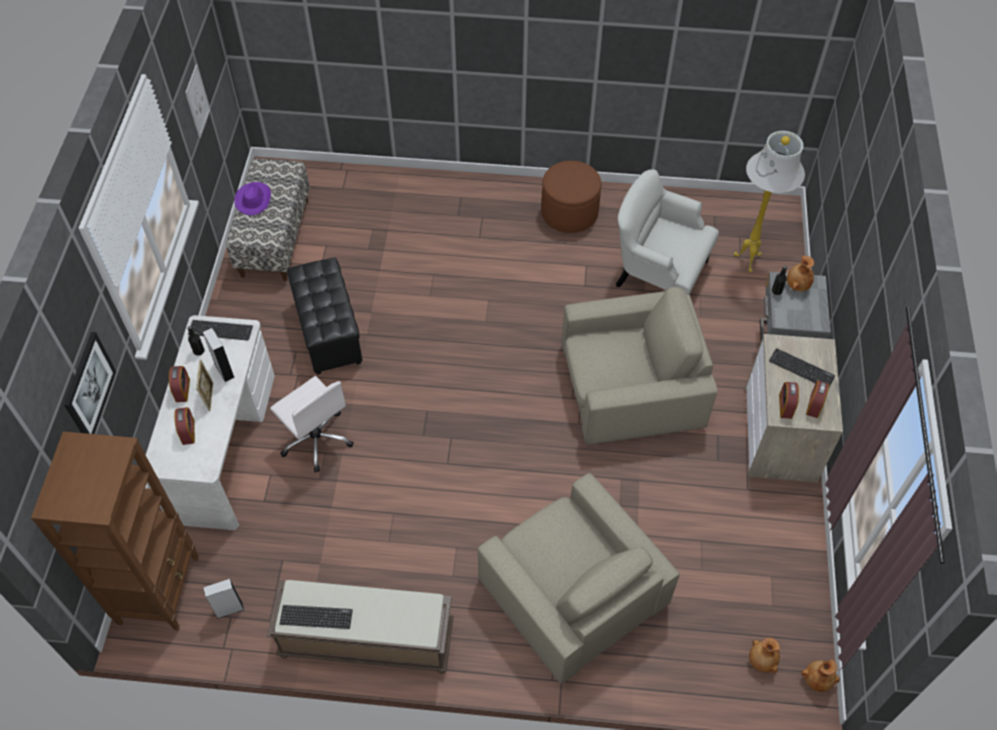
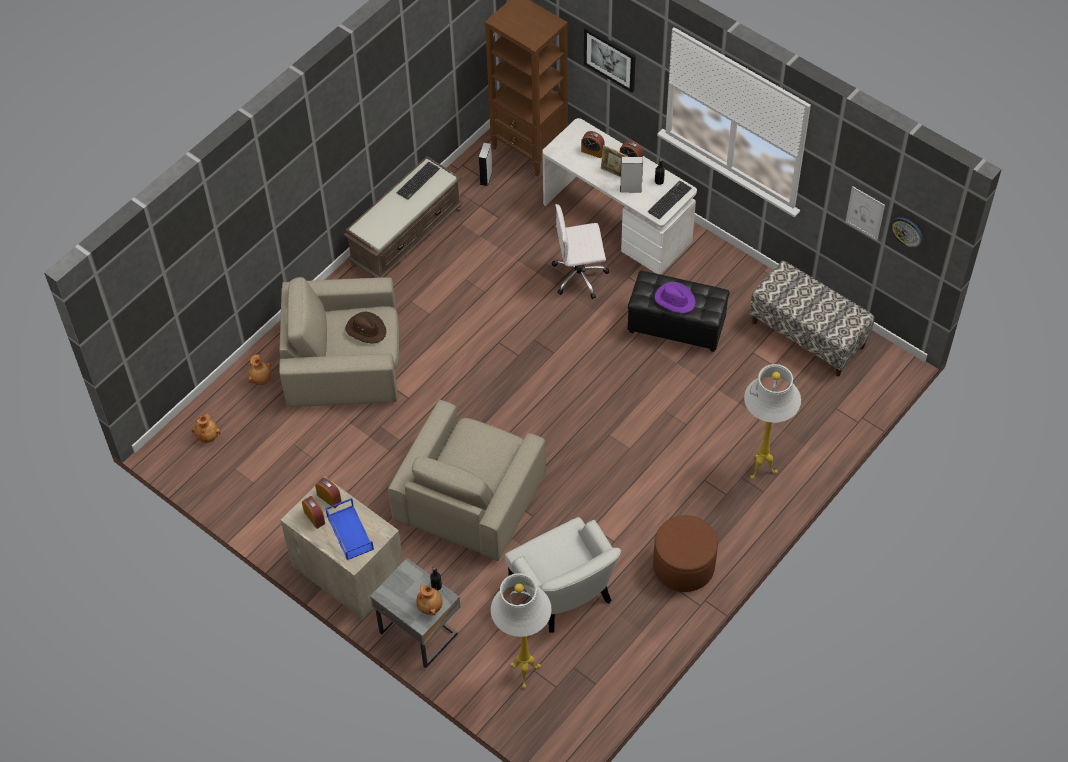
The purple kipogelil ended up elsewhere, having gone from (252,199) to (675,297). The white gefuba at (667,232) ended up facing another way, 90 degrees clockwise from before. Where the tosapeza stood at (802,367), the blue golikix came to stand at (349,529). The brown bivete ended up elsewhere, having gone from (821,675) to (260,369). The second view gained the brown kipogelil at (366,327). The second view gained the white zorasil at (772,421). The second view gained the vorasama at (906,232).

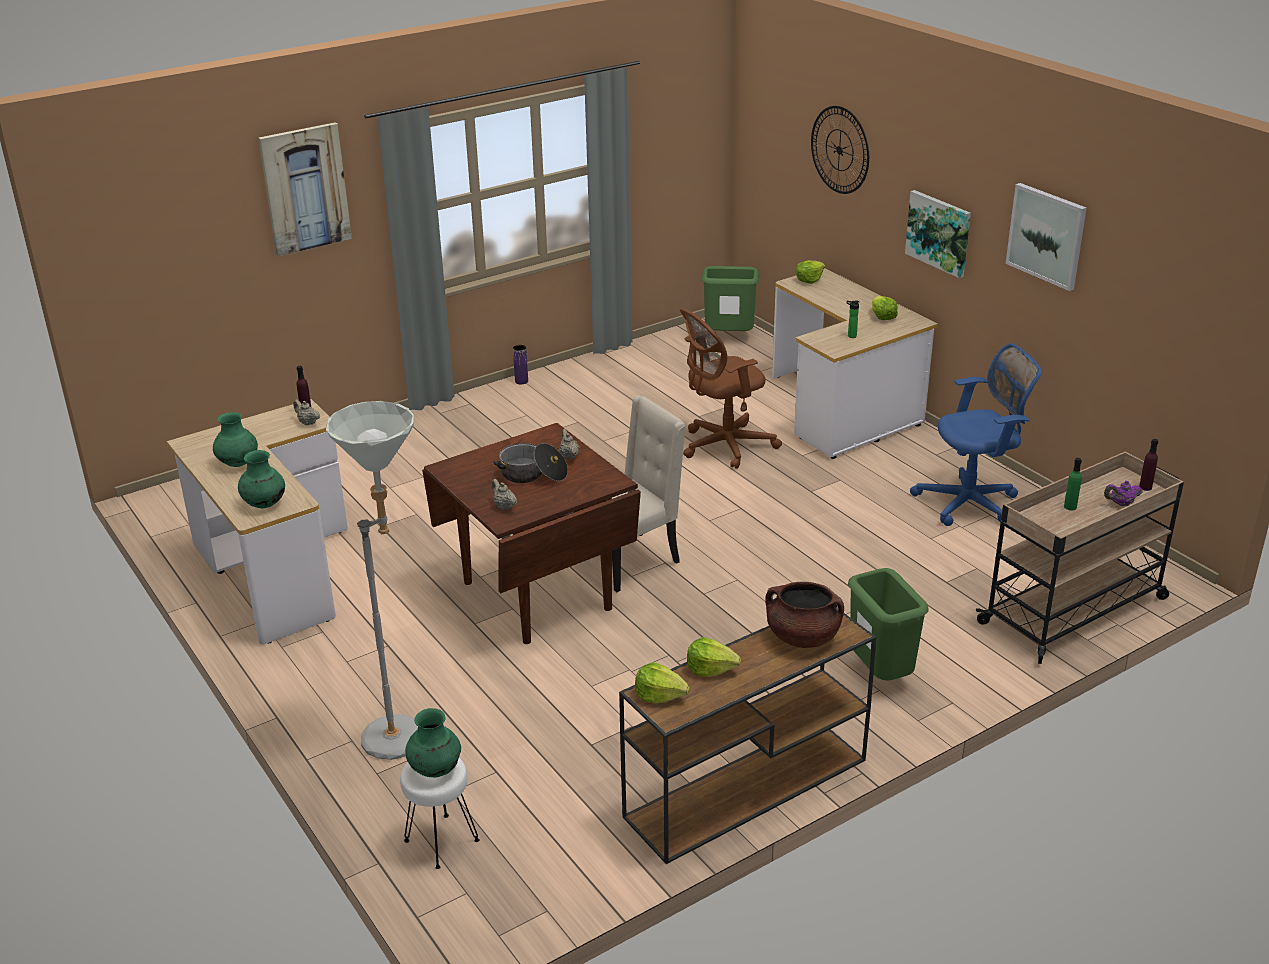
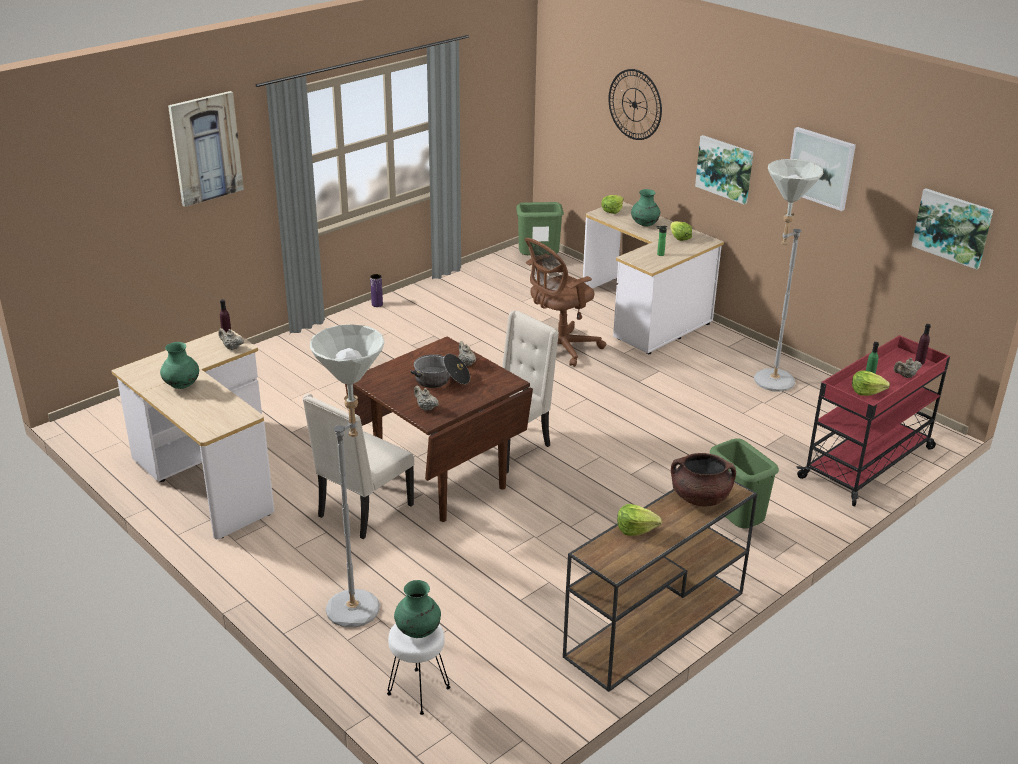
The green bivete ended up elsewhere, having gone from (261,479) to (645,208). The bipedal ended up elsewhere, having gone from (662,682) to (871,383). Where the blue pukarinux stood at (976,434), the grey zorasil came to stand at (789,275). What was the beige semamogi at (1080,558) turned into the red semamogi at (873,420). What was the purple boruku at (1123,493) turned into the beige boruku at (908,368). The second view gained the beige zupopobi at (358,466). The second view gained the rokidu at (952,229).

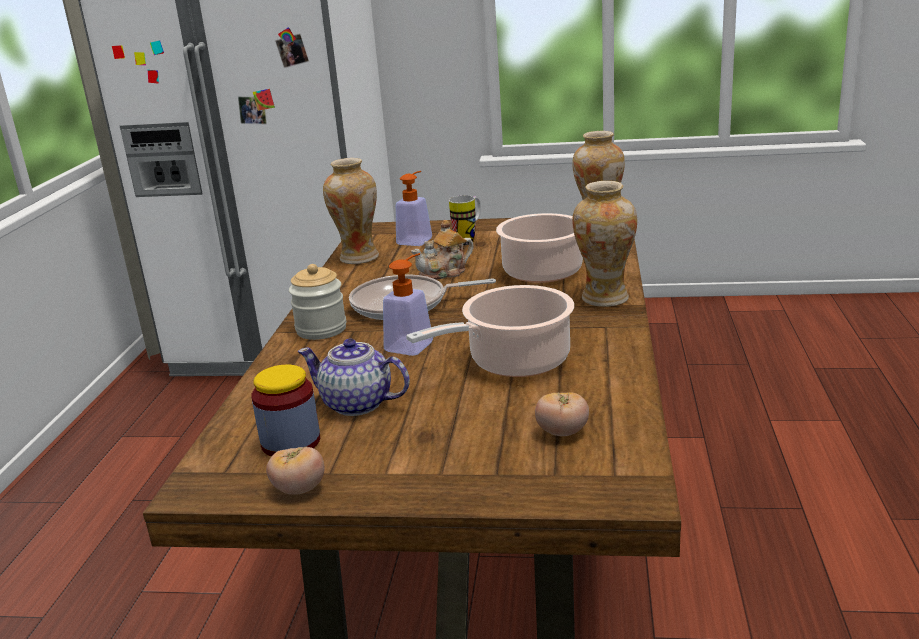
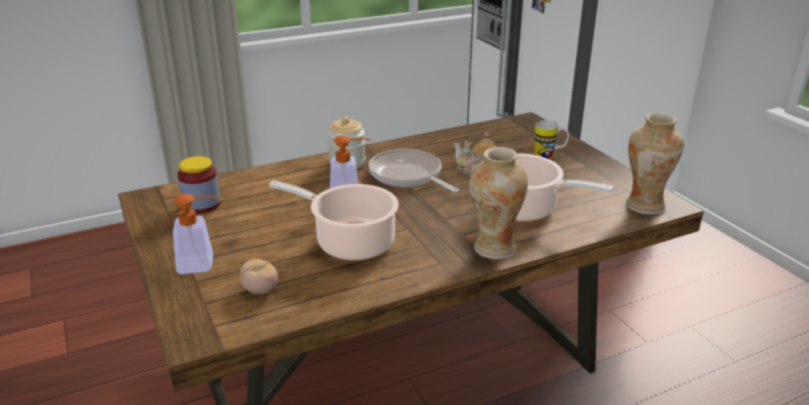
The second view lost the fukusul at (295,471). The second view lost the boruku at (353,377). The second view lost the bivete at (351,211). The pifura ended up elsewhere, having gone from (414,208) to (196,234).

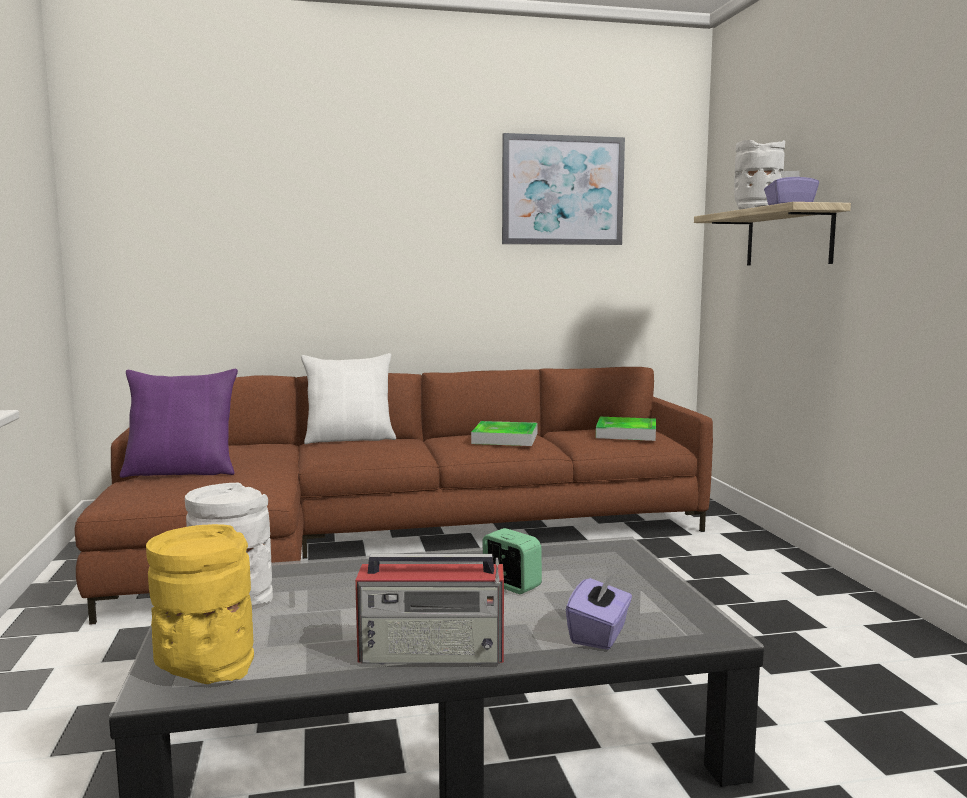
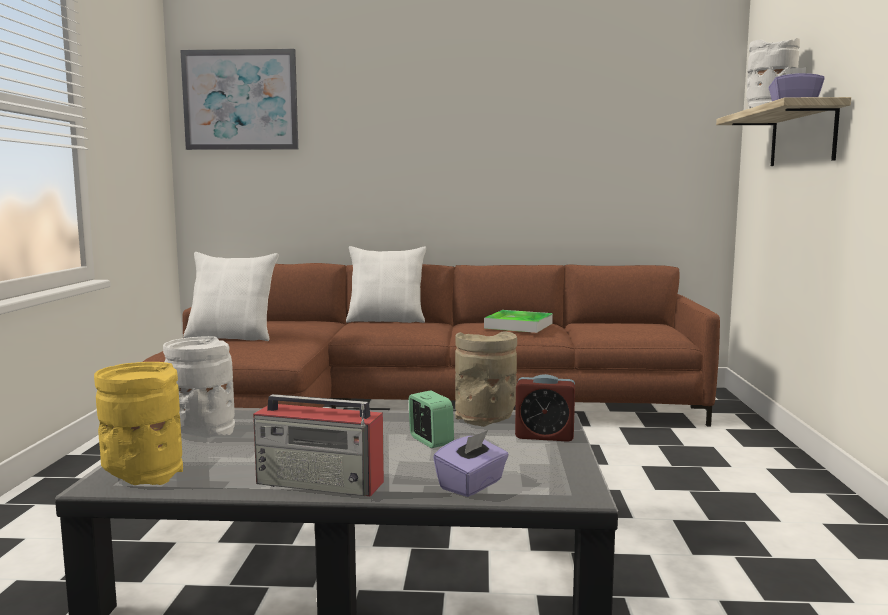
What was the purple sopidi at (179,423) turned into the white sopidi at (231,296). The rokidu ended up elsewhere, having gone from (563,189) to (239,99). The second view lost the golikix at (626,429). The second view gained the beige bivete at (486,379). The second view gained the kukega at (545,408).

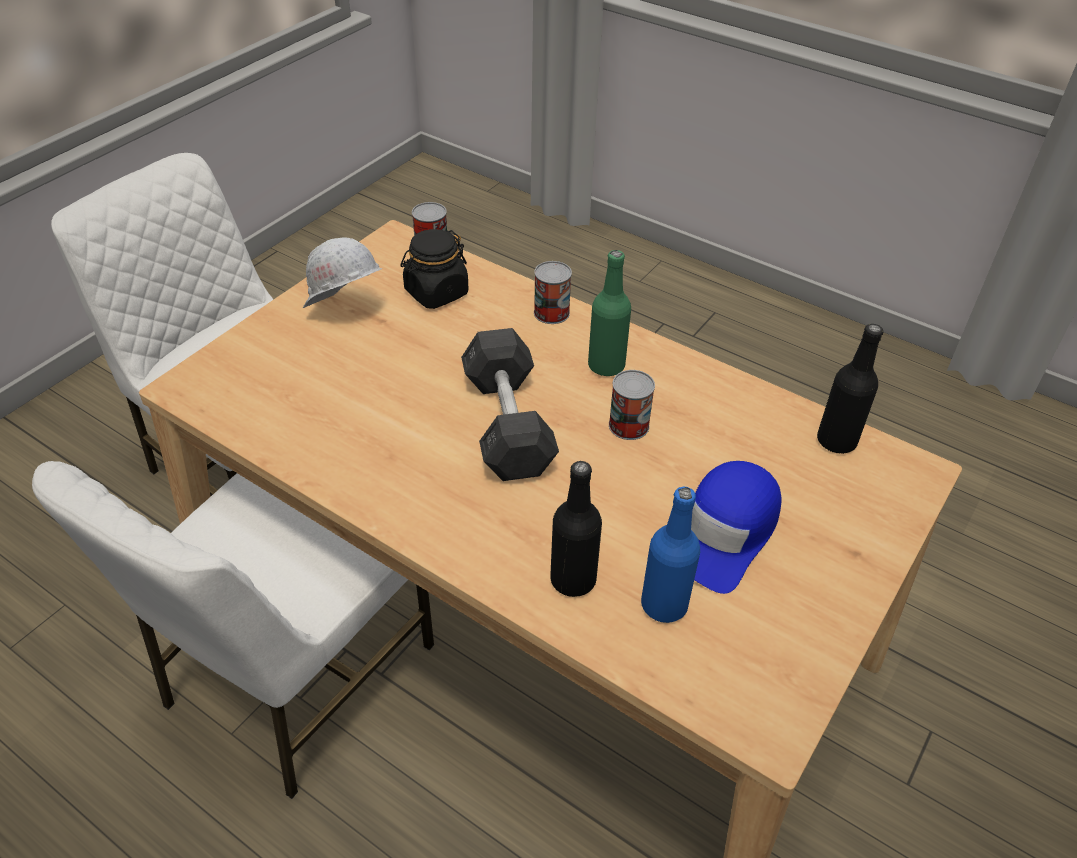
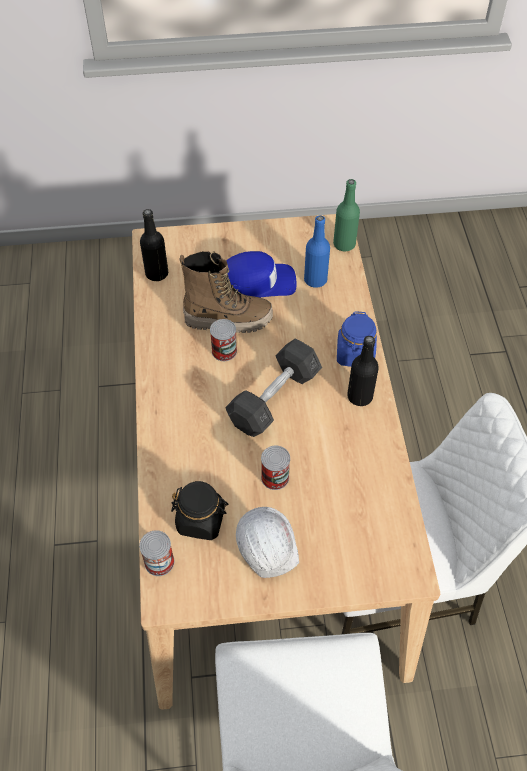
The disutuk ended up elsewhere, having gone from (553,292) to (275,467). The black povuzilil ended up elsewhere, having gone from (576,529) to (363,371). The green povuzilil ended up elsewhere, having gone from (609,313) to (346,215). The second view gained the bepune at (226,292). The second view gained the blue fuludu at (357,339).

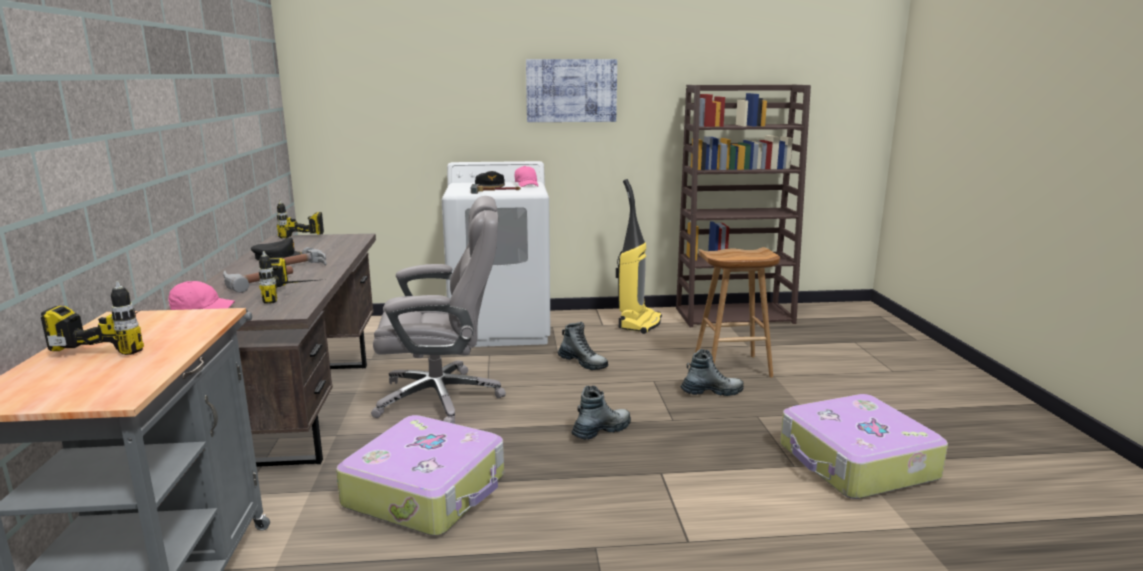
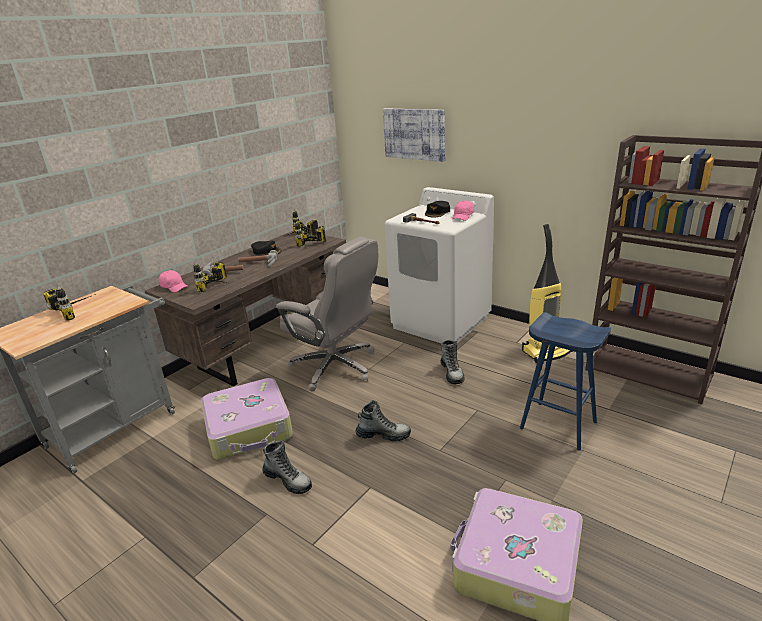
The rokidu ended up elsewhere, having gone from (571,90) to (414,135). The bepune ended up elsewhere, having gone from (712,372) to (287,467). What was the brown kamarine at (737,312) turned into the blue kamarine at (565,381). The second view gained the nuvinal at (310,233).

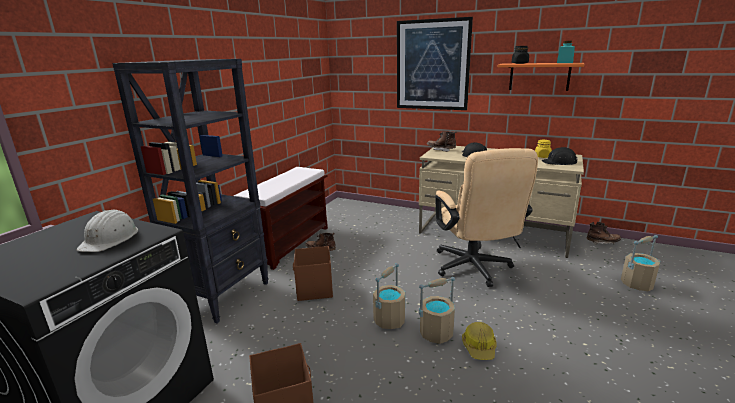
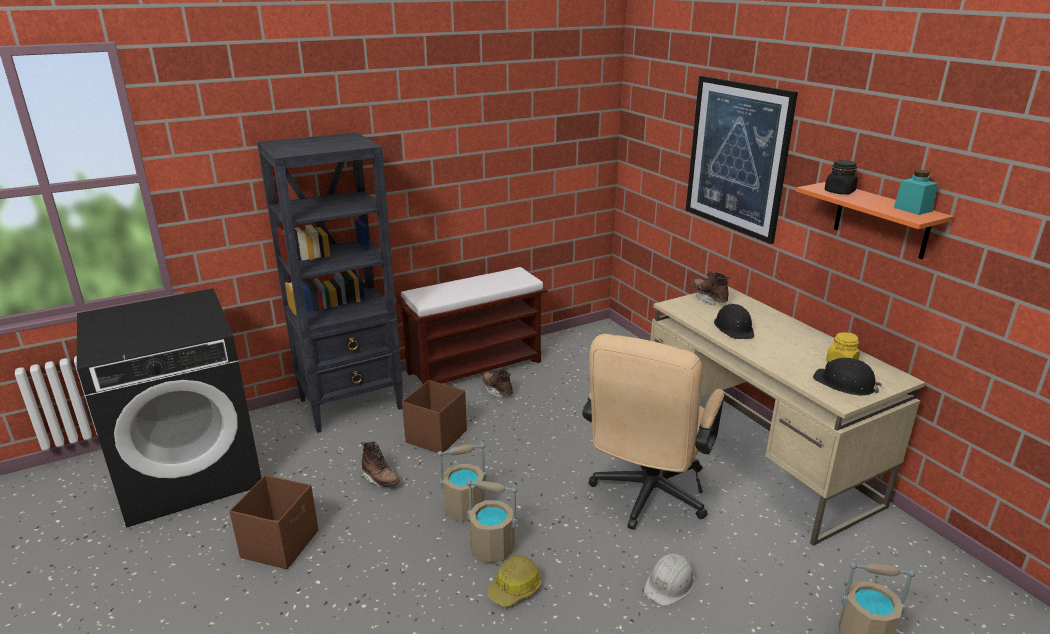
The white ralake ended up elsewhere, having gone from (107,231) to (669,579). The brown bepune ended up elsewhere, having gone from (604,233) to (380,464).

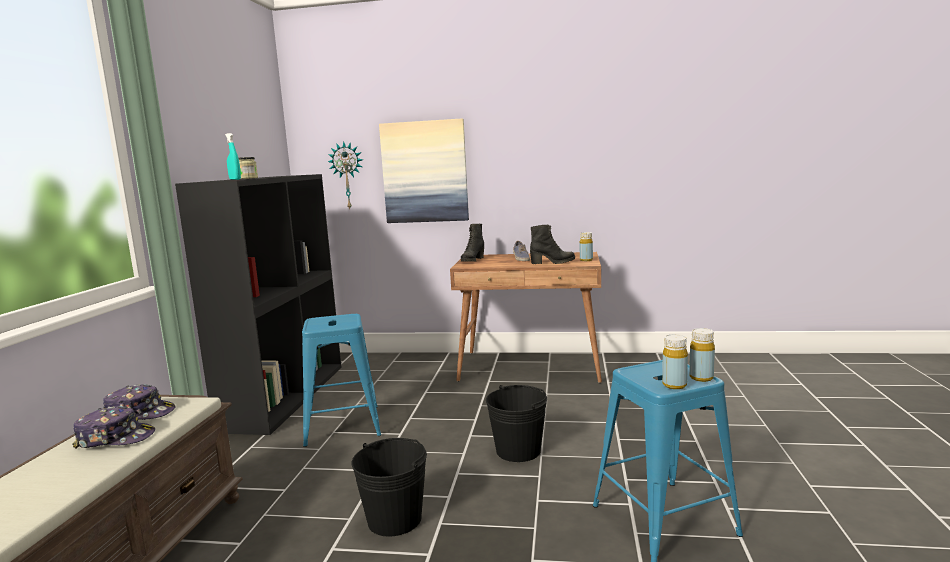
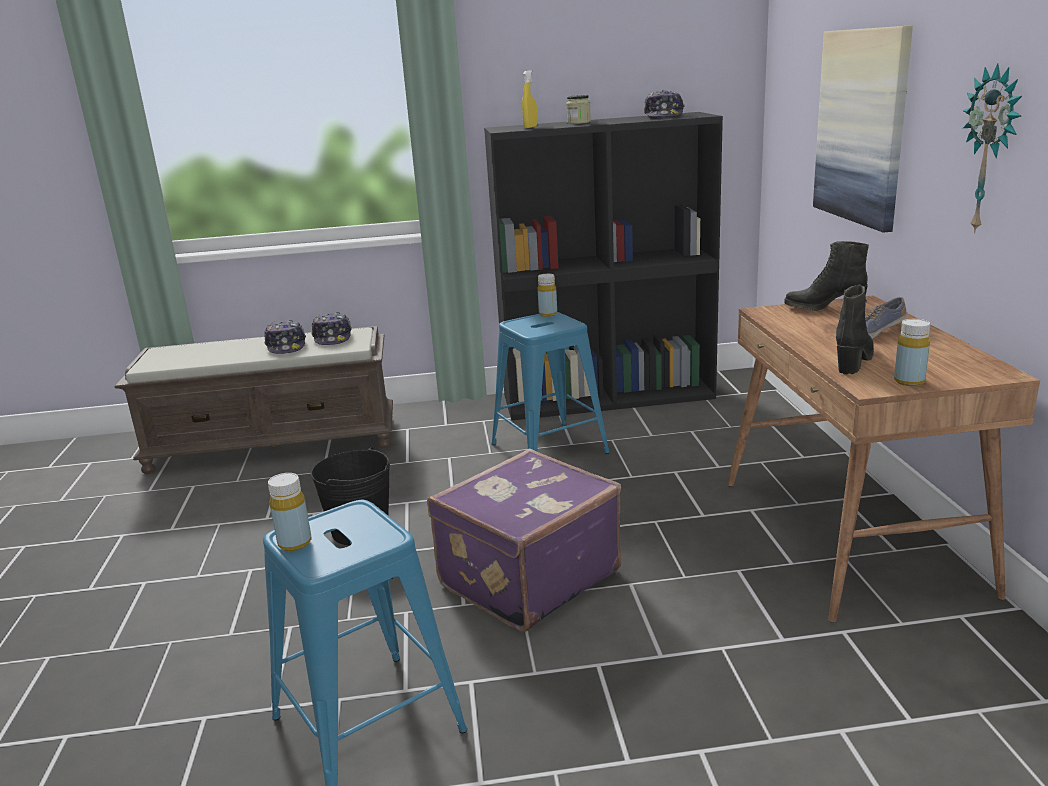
What was the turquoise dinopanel at (233,156) turned into the yellow dinopanel at (529,99). The vorasama ended up elsewhere, having gone from (345,175) to (992,148). Where the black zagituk stood at (516,423), the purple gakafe came to stand at (524,540). The black bepune at (552,244) ended up facing another way, 135 degrees counterclockwise from before. The yellow povuzilil ended up elsewhere, having gone from (702,355) to (547,295). The second view gained the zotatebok at (664,103).

